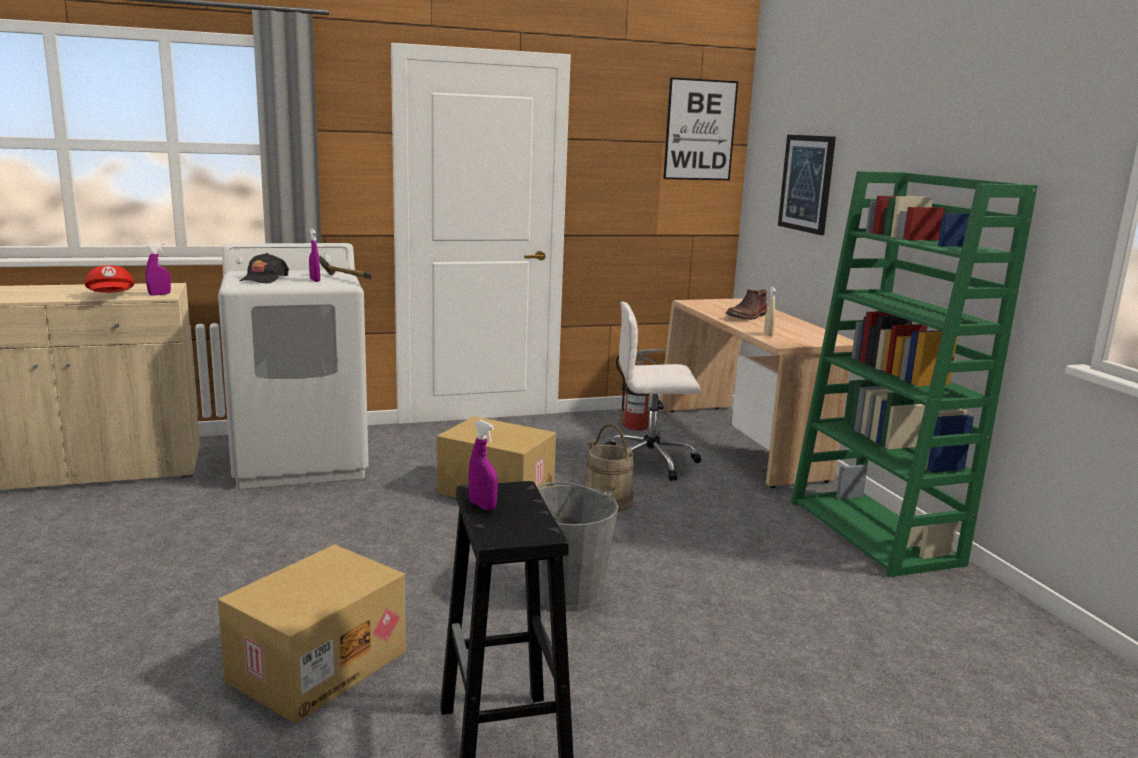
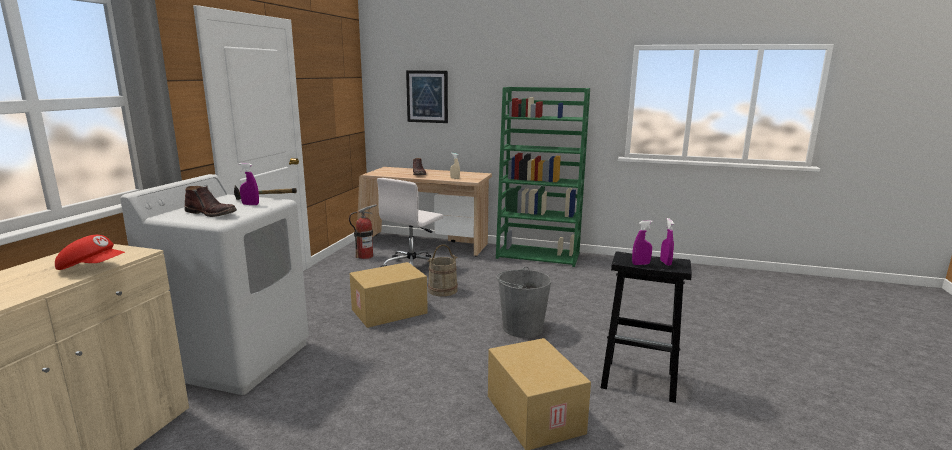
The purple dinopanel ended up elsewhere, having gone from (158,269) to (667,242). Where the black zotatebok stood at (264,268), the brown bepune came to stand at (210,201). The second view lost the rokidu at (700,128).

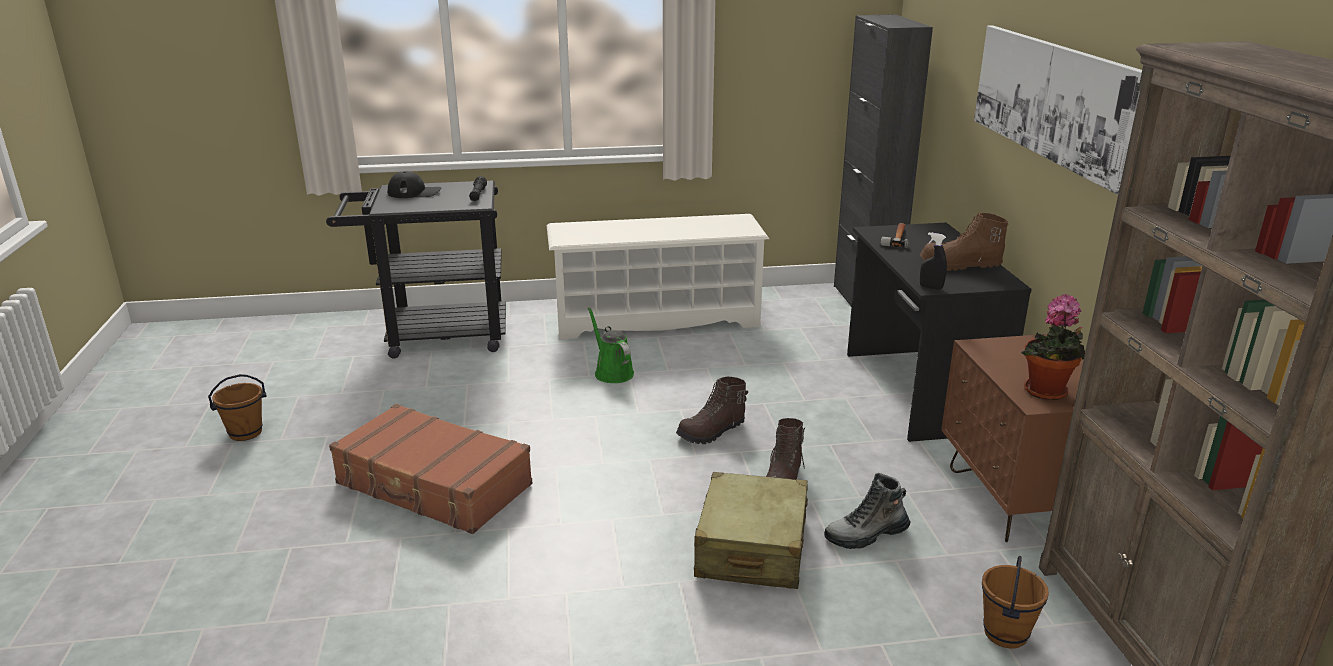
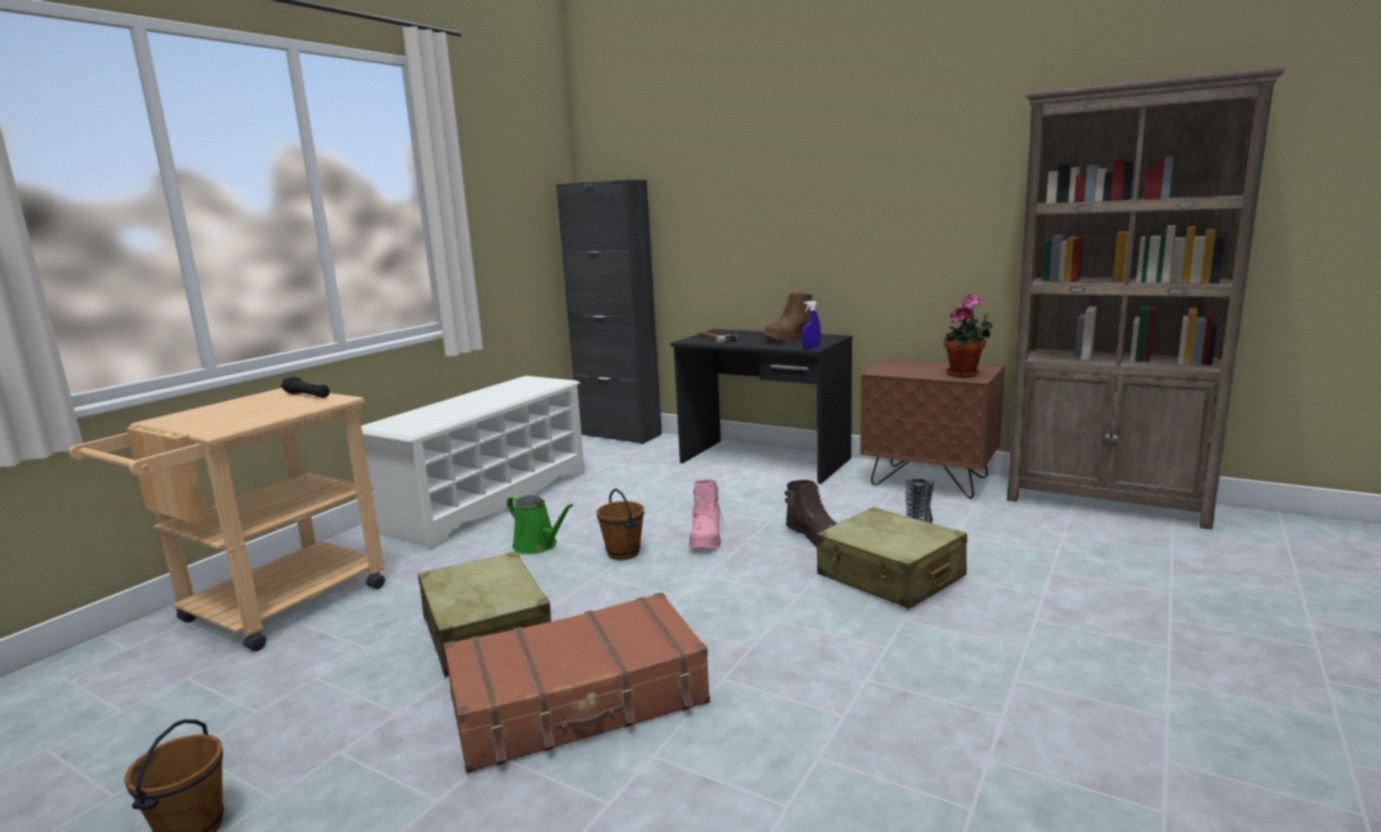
What was the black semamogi at (416,270) turned into the beige semamogi at (227,519). The second view lost the black zotatebok at (414,184). The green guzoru at (611,345) ended up facing another way, 150 degrees counterclockwise from before. What was the brown bepune at (712,410) turned into the pink bepune at (706,514). What was the black dinopanel at (933,261) turned into the blue dinopanel at (811,325). The second view lost the rokidu at (1058,110). The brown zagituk ended up elsewhere, having gone from (1015,602) to (620,524). The second view gained the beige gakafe at (484,614).

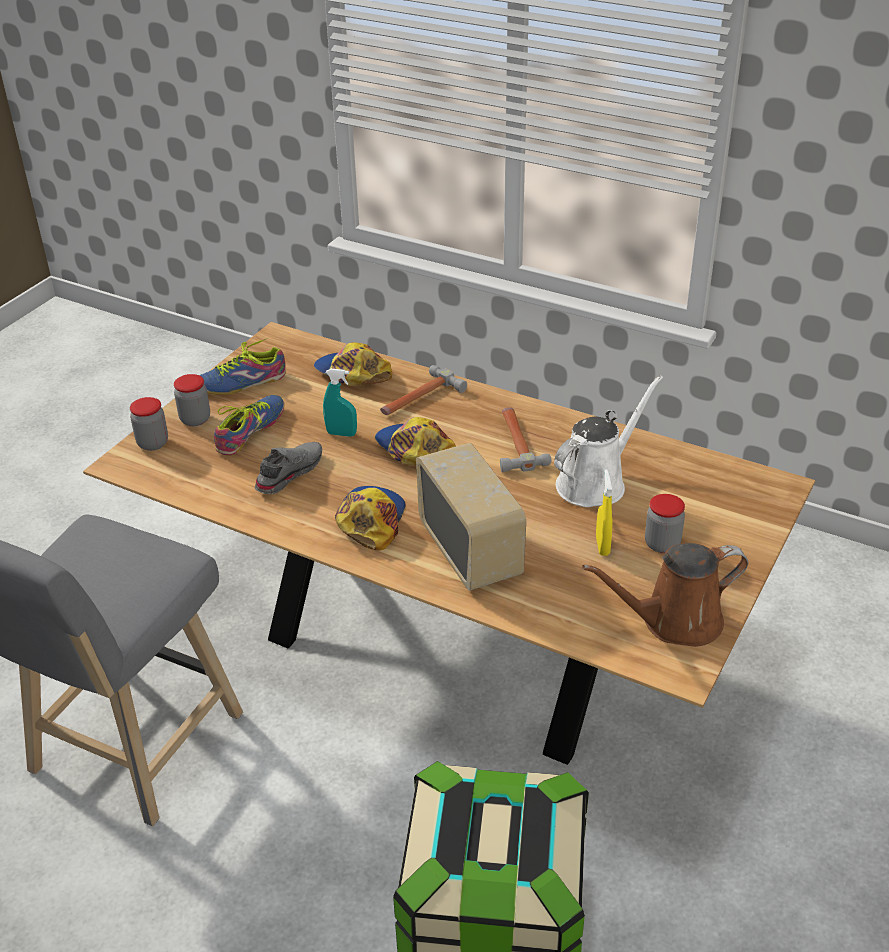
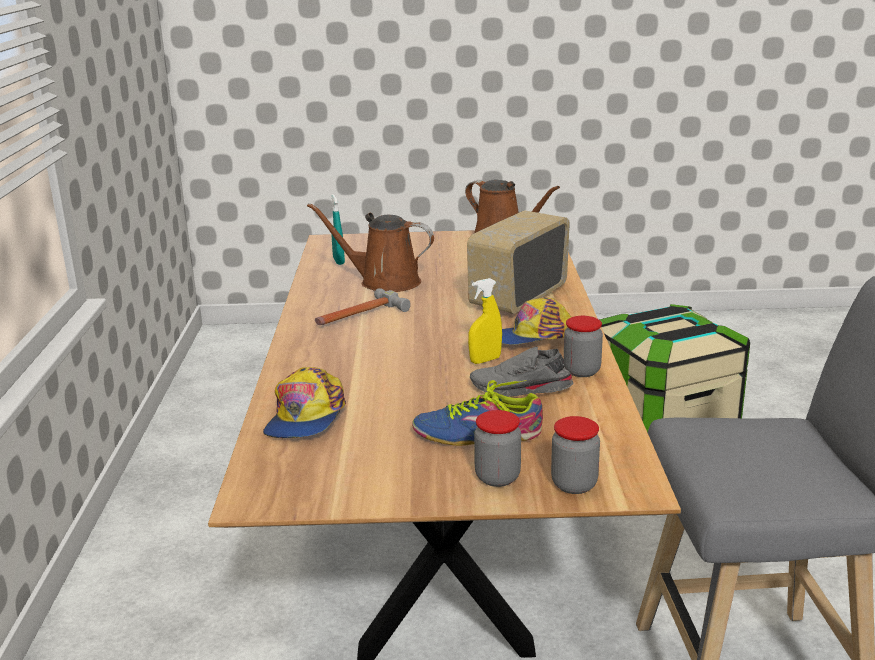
The second view lost the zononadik at (242,366). The turquoise dinopanel ended up elsewhere, having gone from (340,402) to (338,229). The second view lost the zotatebok at (415,441). The second view lost the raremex at (423,390). What was the white guzoru at (608,441) turned into the brown guzoru at (370,247). The yellow dinopanel ended up elsewhere, having gone from (604,513) to (485,321). The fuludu ended up elsewhere, having gone from (665,523) to (583,346).

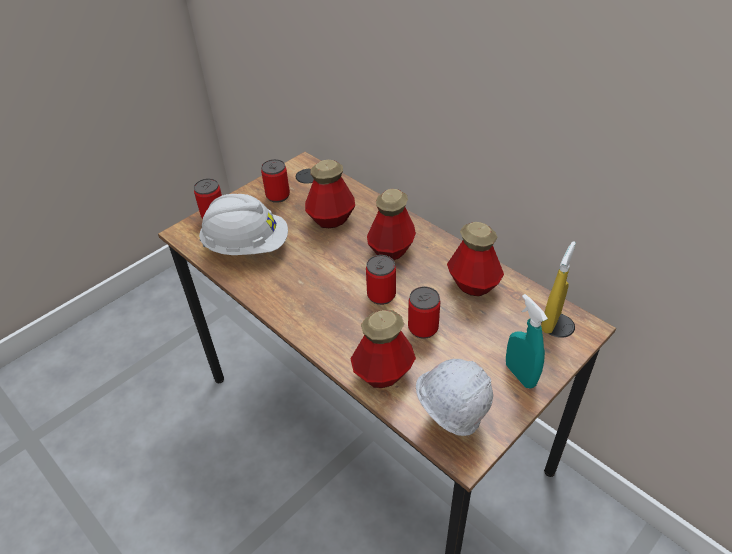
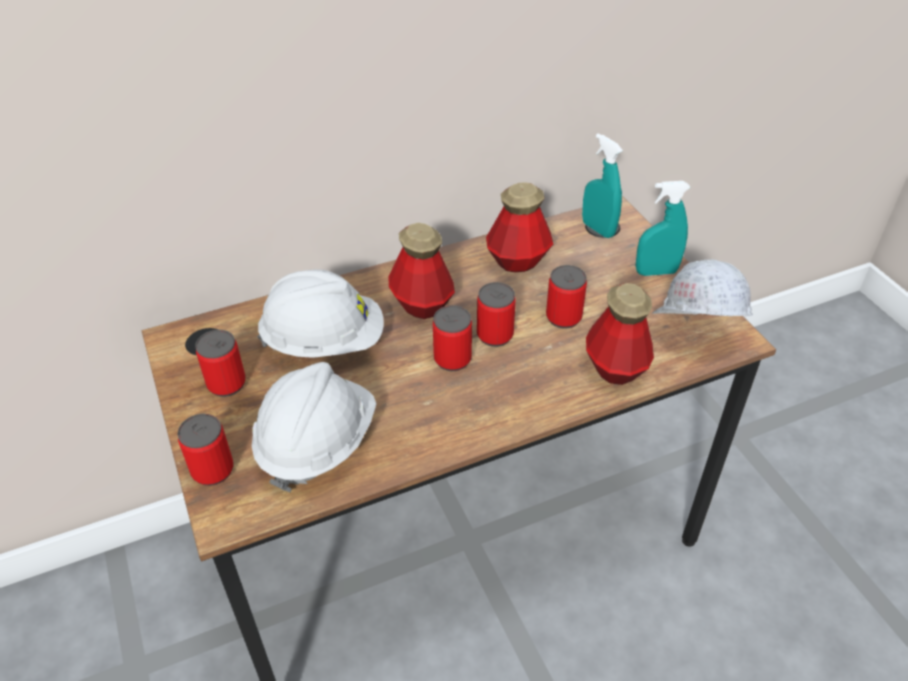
Where the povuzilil stood at (330,194), the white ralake came to stand at (320,313). What was the yellow dinopanel at (558,287) turned into the turquoise dinopanel at (602,185). The second view gained the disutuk at (452,338).

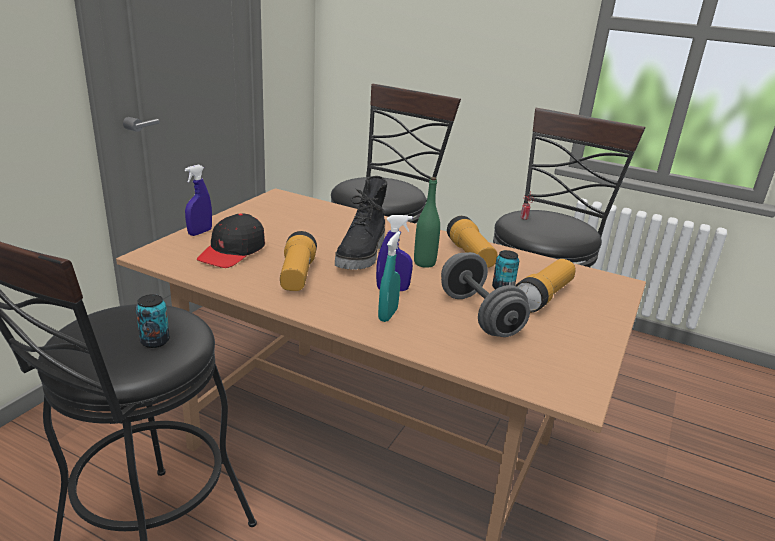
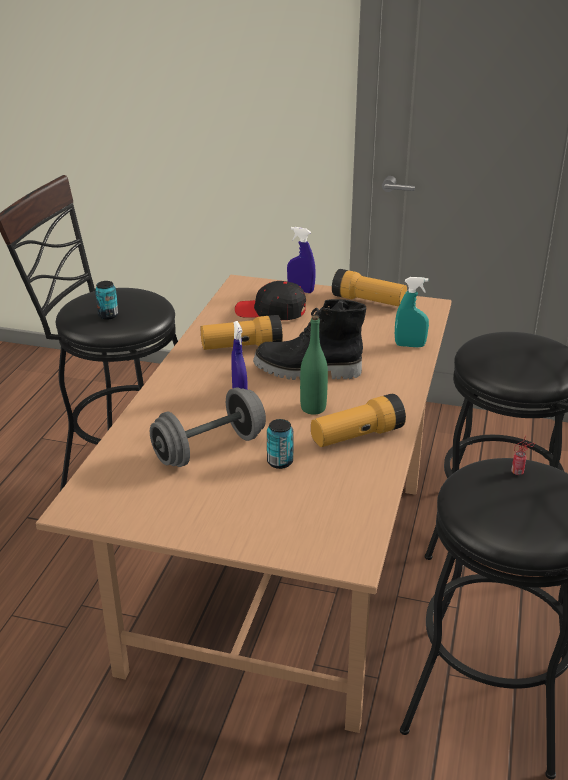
The turquoise dinopanel ended up elsewhere, having gone from (389,276) to (412,312). The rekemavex ended up elsewhere, having gone from (545,286) to (369,287).

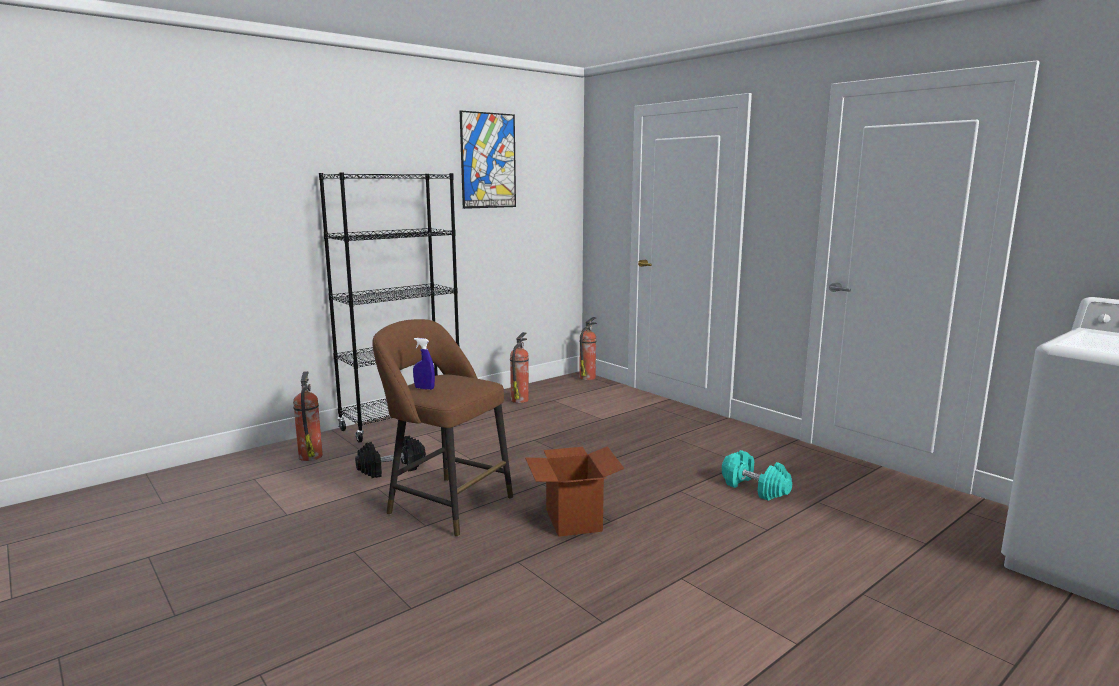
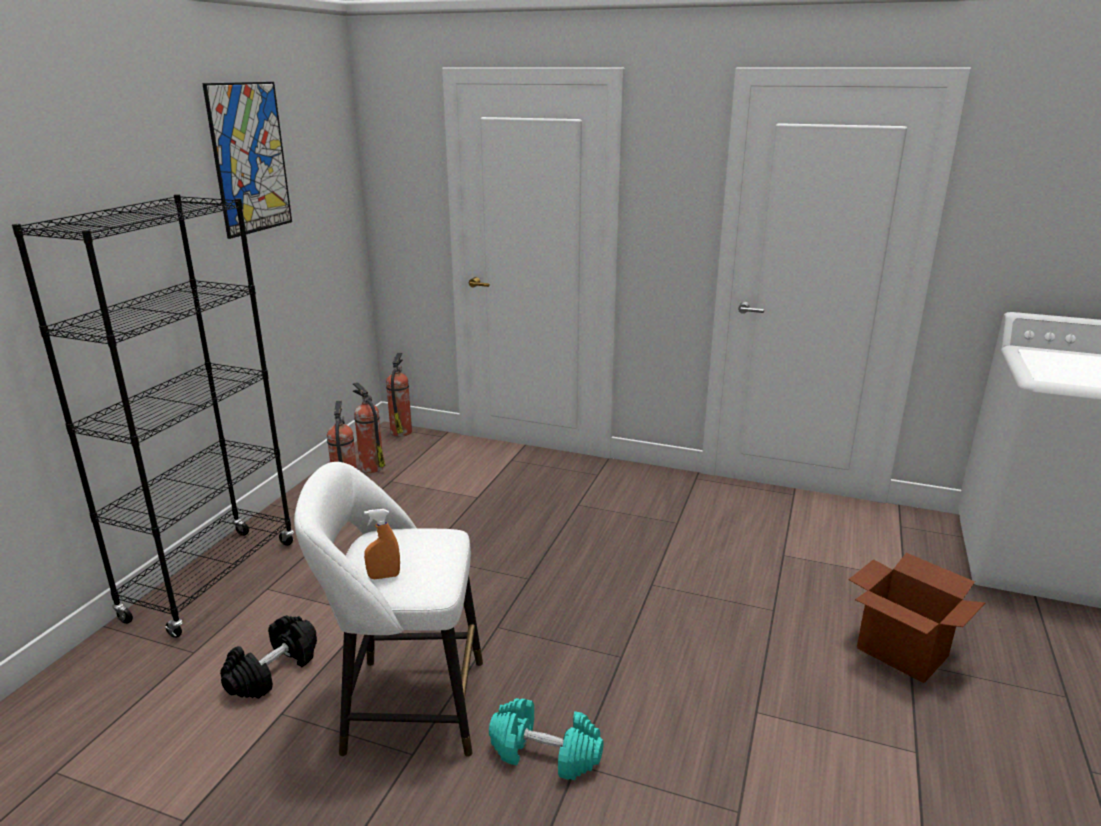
The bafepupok ended up elsewhere, having gone from (308,416) to (369,427). What was the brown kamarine at (442,428) turned into the white kamarine at (388,609). What was the blue dinopanel at (424,364) turned into the orange dinopanel at (382,544). The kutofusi ended up elsewhere, having gone from (575,491) to (917,618). The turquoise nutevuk ended up elsewhere, having gone from (757,475) to (546,739).

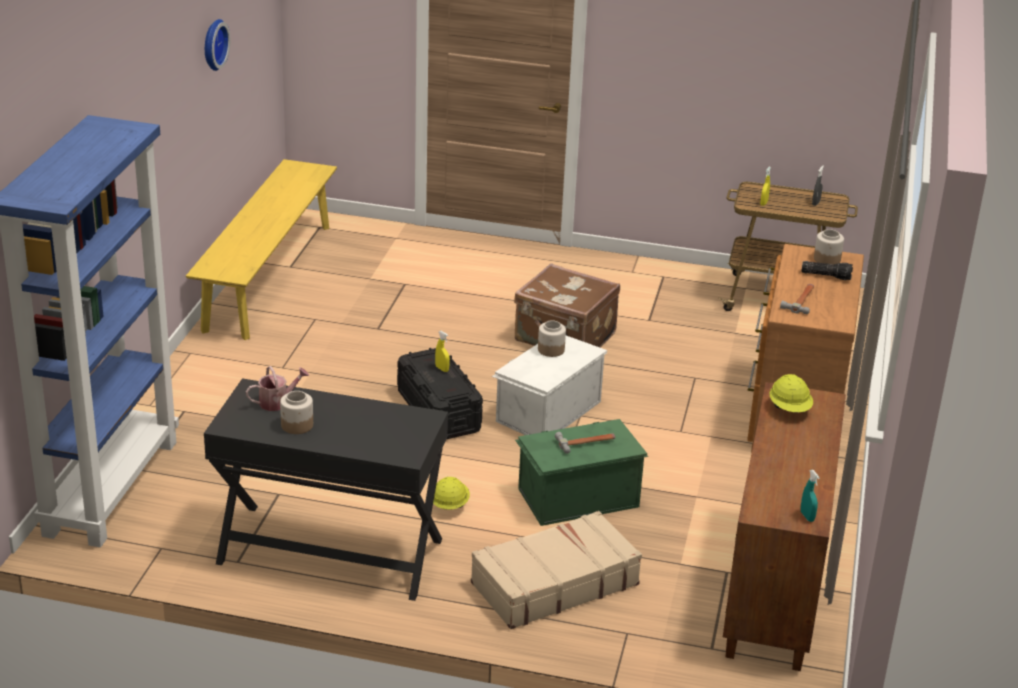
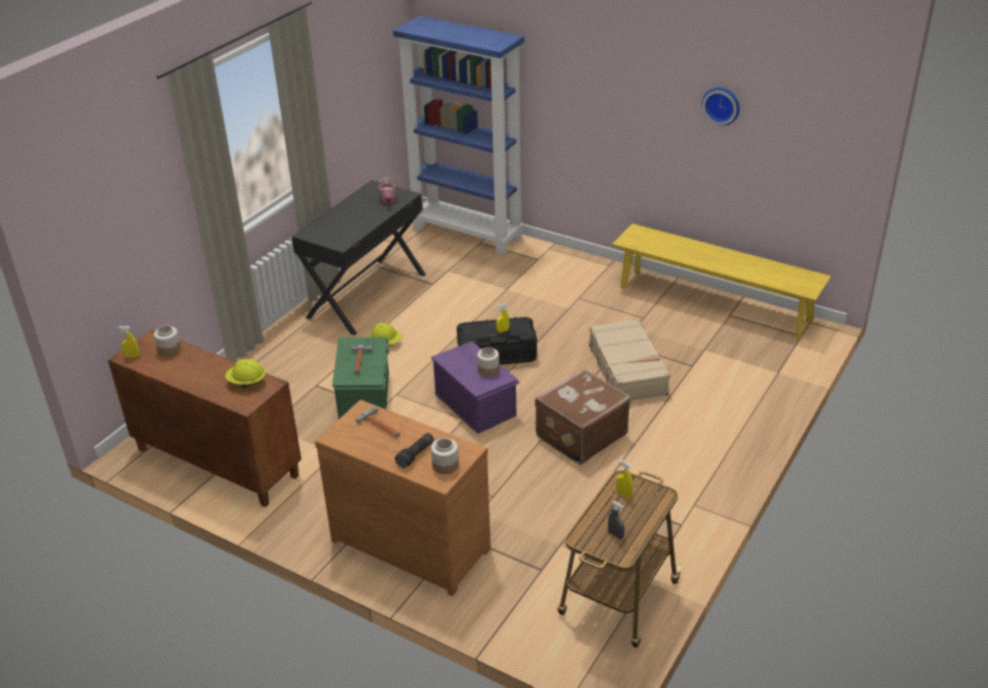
The fuludu ended up elsewhere, having gone from (296,412) to (167,341). The beige gakafe ended up elsewhere, having gone from (556,570) to (629,360). What was the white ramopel at (549,385) turned into the purple ramopel at (475,387). What was the turquoise dinopanel at (810,496) turned into the yellow dinopanel at (129,341).

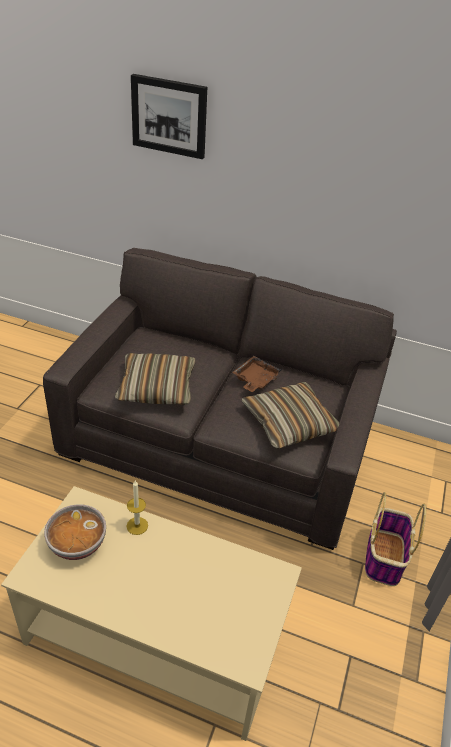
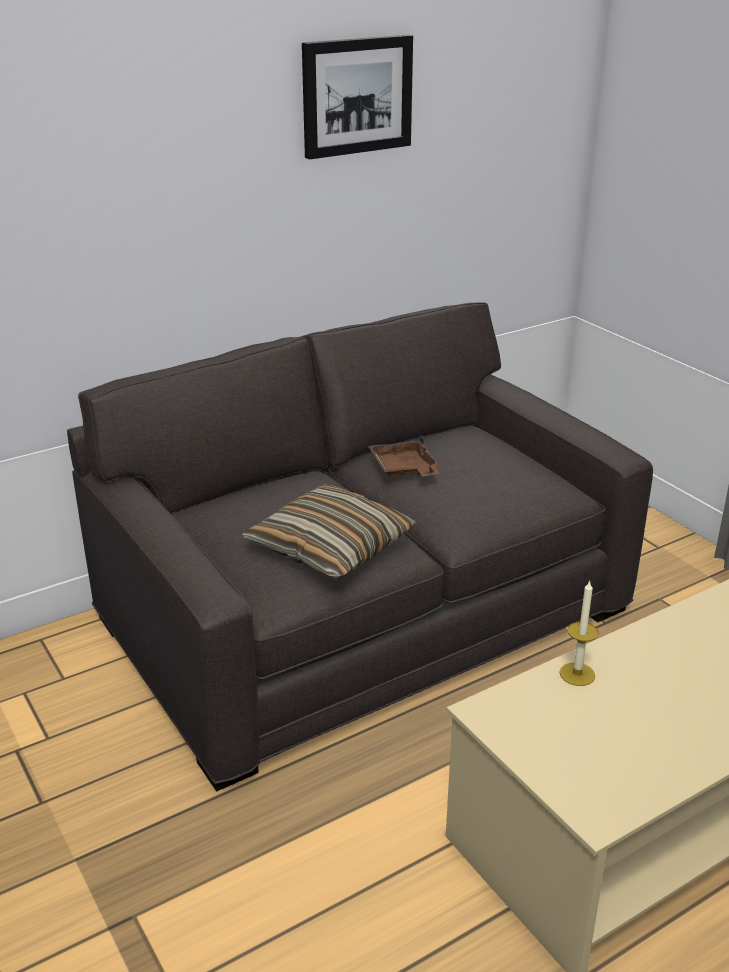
The second view lost the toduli at (75,532). The rokidu ended up elsewhere, having gone from (169,116) to (357,97). The second view lost the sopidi at (291,415). The second view lost the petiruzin at (395,539).

